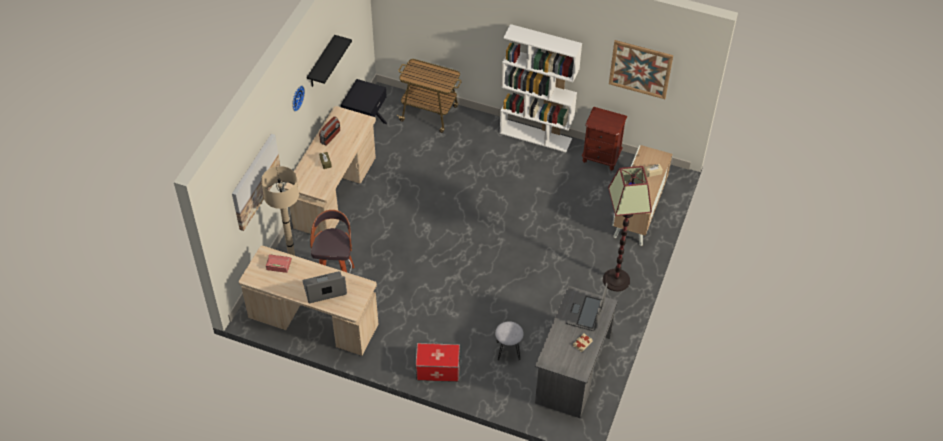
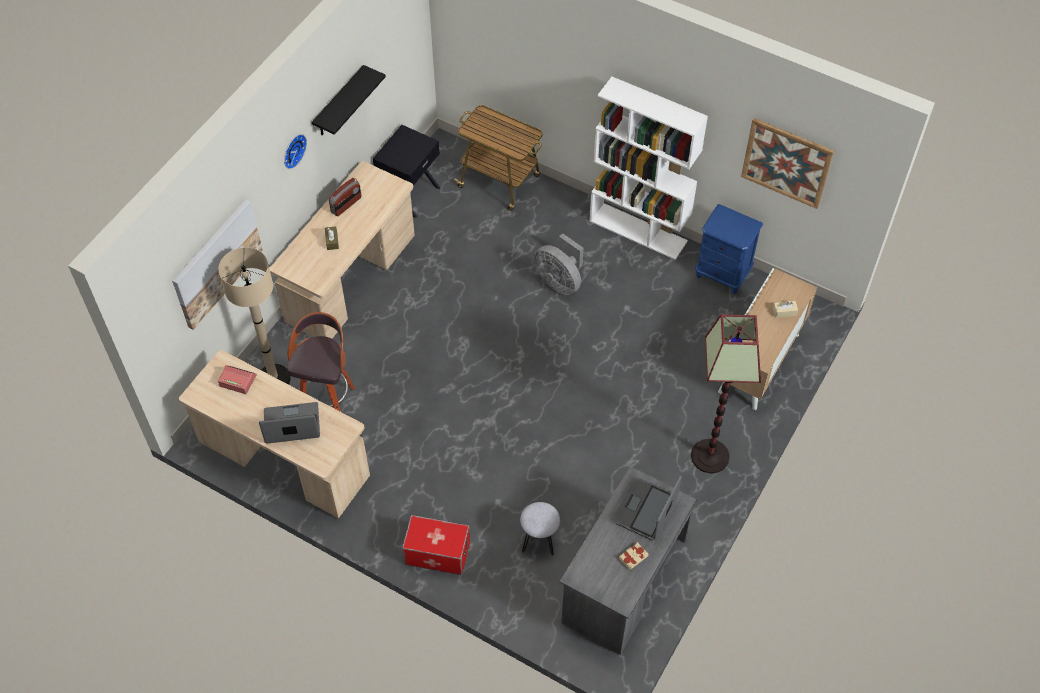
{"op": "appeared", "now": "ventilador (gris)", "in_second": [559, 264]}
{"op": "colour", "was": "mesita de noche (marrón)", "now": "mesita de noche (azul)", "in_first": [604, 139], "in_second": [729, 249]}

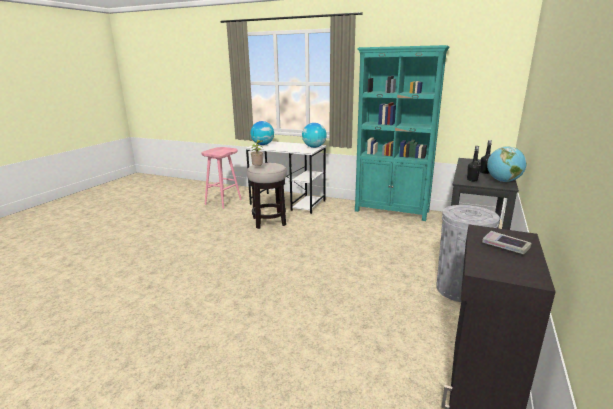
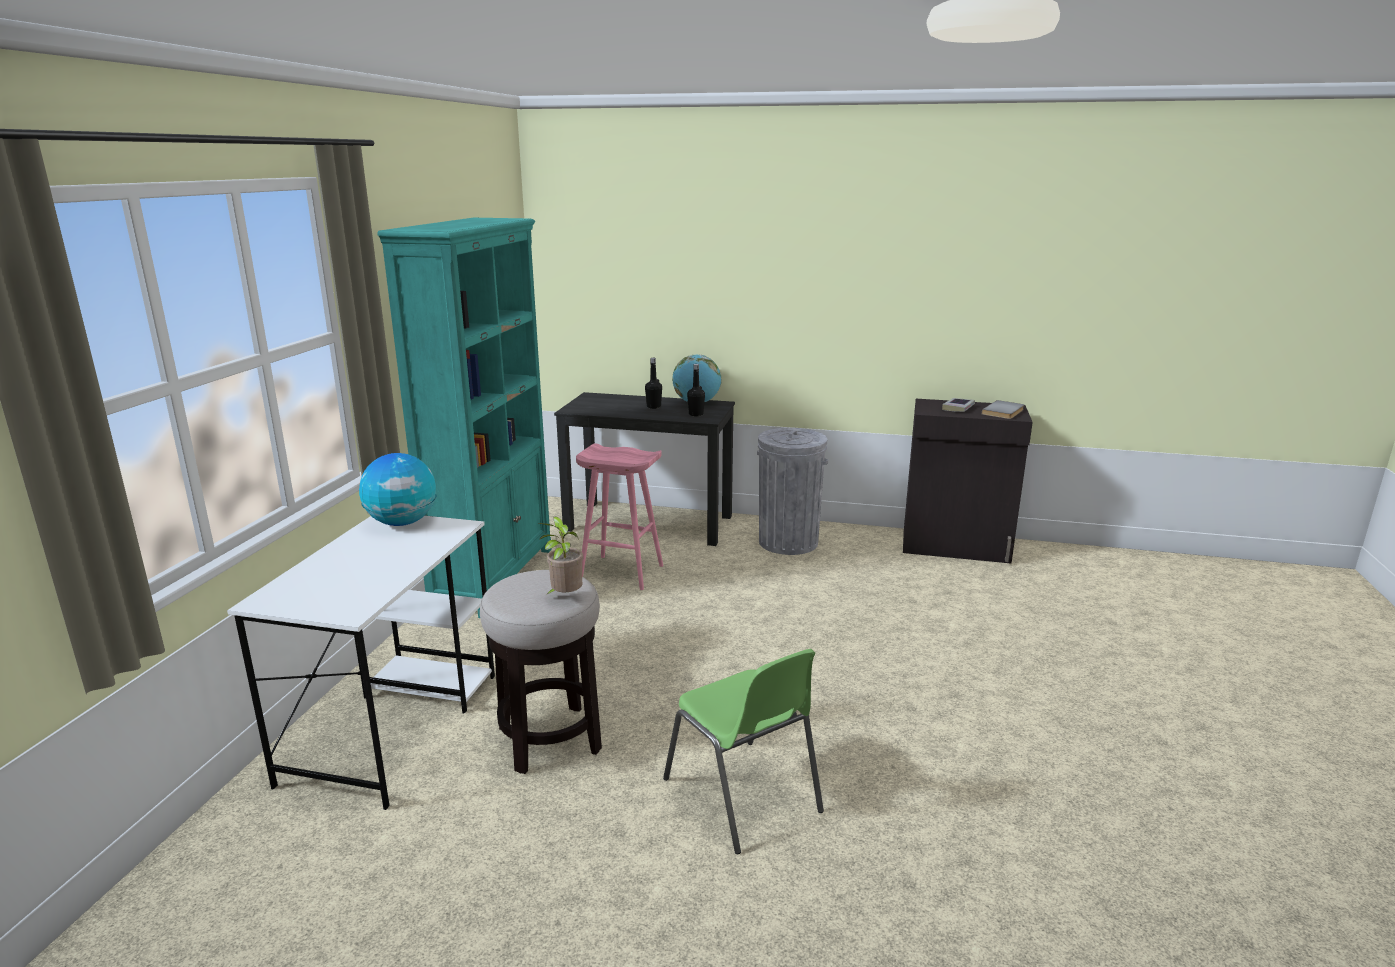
{"op": "missing", "was": "globo terráqueo", "in_first": [262, 133]}
{"op": "appeared", "now": "silla (verde)", "in_second": [743, 751]}
{"op": "appeared", "now": "libro (gris)", "in_second": [1003, 409]}
{"op": "relocated", "was": "taburete (rosa)", "in_first": [221, 178], "in_second": [619, 516]}

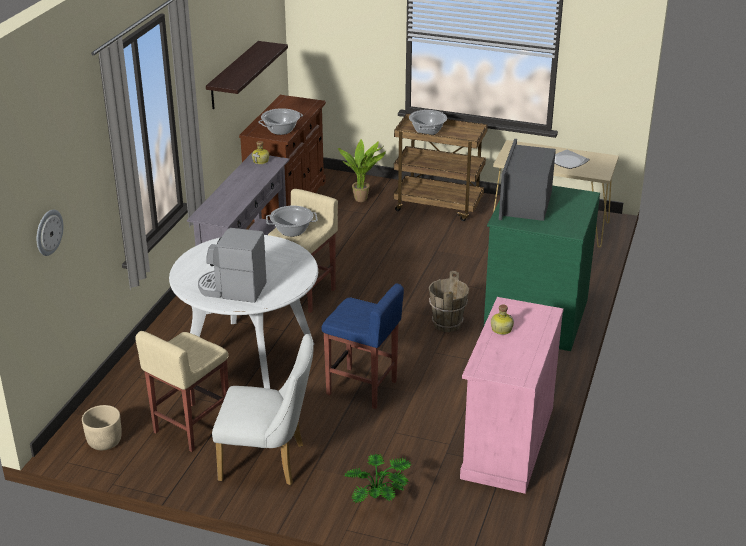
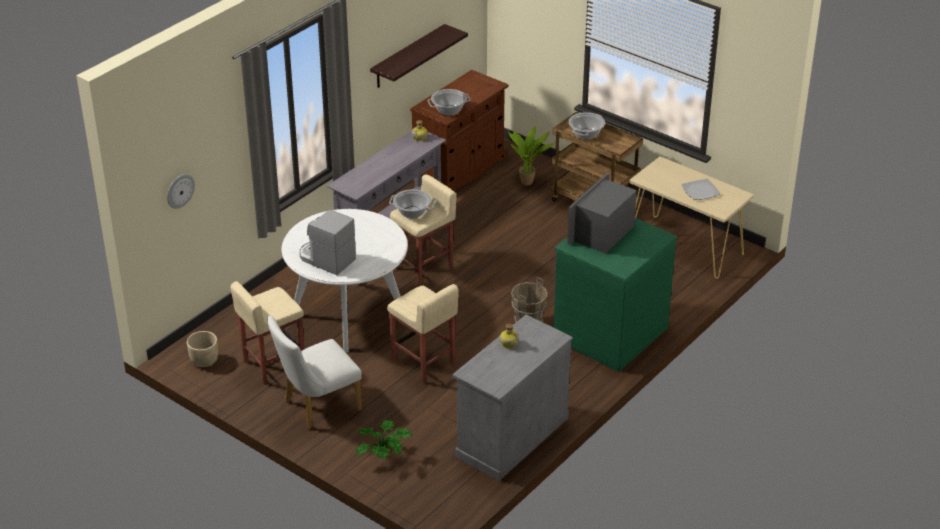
{"op": "colour", "was": "taburete (azul)", "now": "taburete (beis)", "in_first": [362, 346], "in_second": [423, 334]}
{"op": "colour", "was": "armario (rosa)", "now": "armario (gris)", "in_first": [511, 395], "in_second": [512, 397]}
{"op": "spun", "was": "silla (blanco)", "in_first": [262, 409], "in_second": [314, 372], "clockwise": 120}

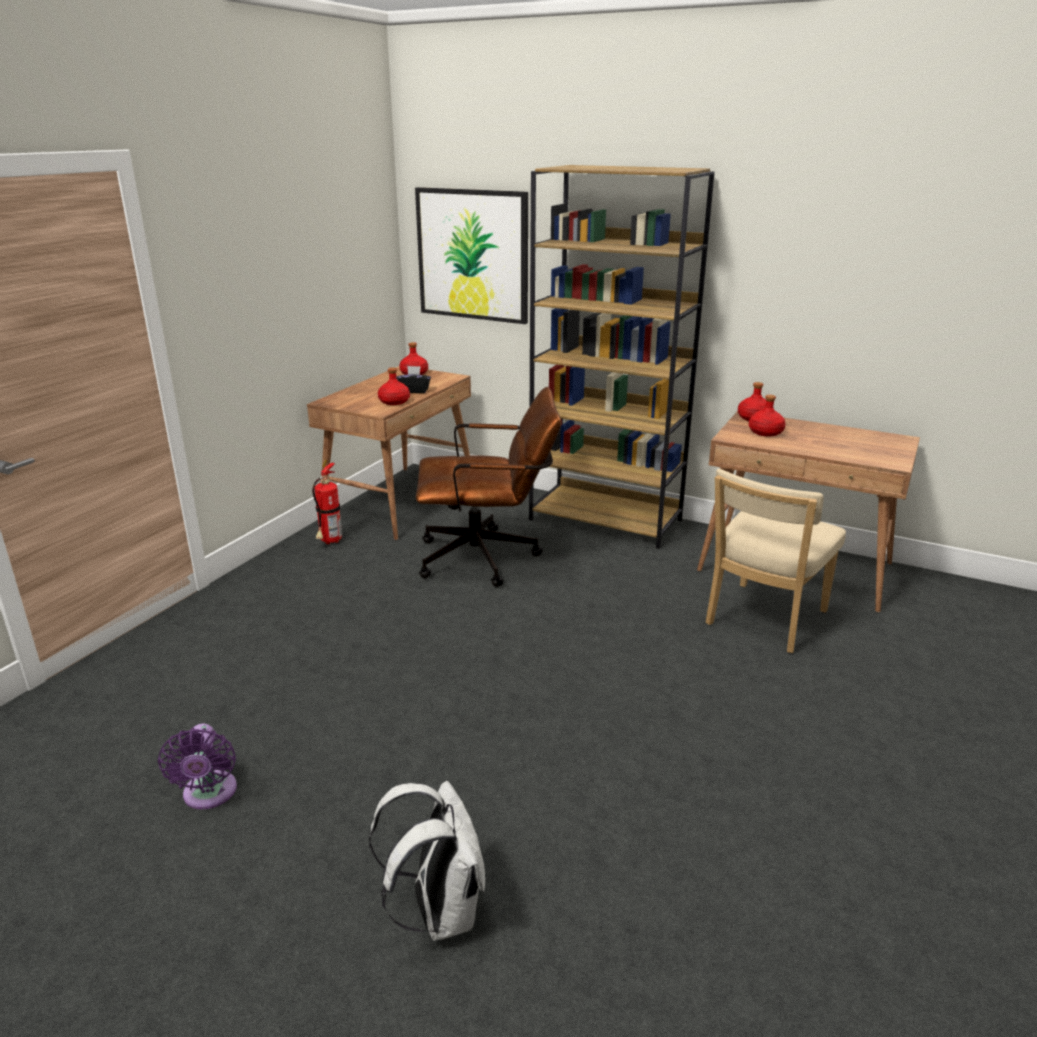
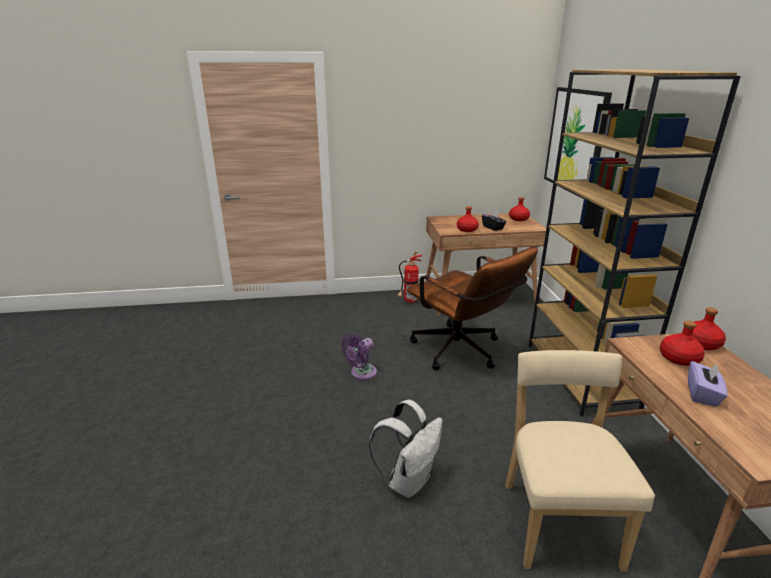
{"op": "appeared", "now": "caja de pañuelos (morado)", "in_second": [708, 384]}
{"op": "relocated", "was": "ventilador (morado)", "in_first": [197, 767], "in_second": [359, 357]}
{"op": "relocated", "was": "mochila (blanco)", "in_first": [427, 861], "in_second": [406, 449]}
{"op": "spun", "was": "silla (beis)", "in_first": [776, 561], "in_second": [580, 460], "clockwise": 90}

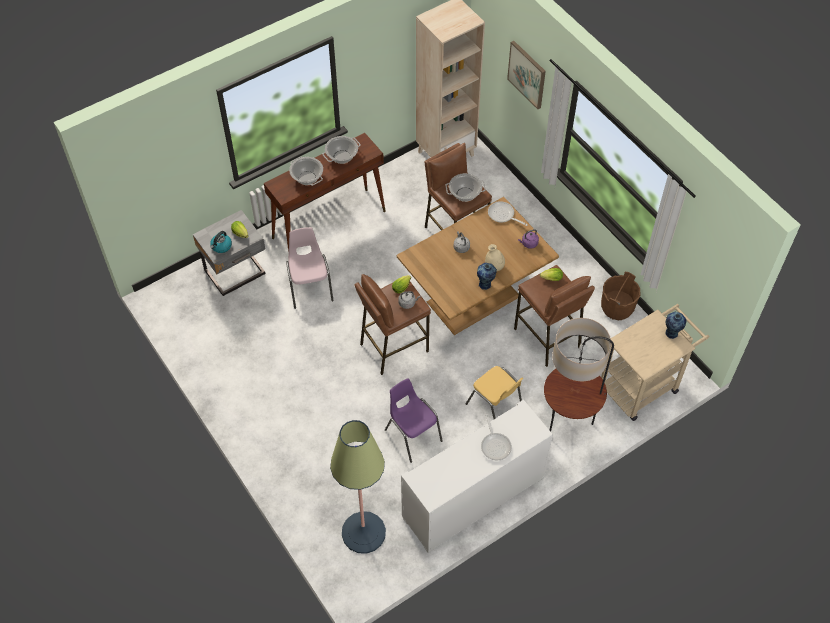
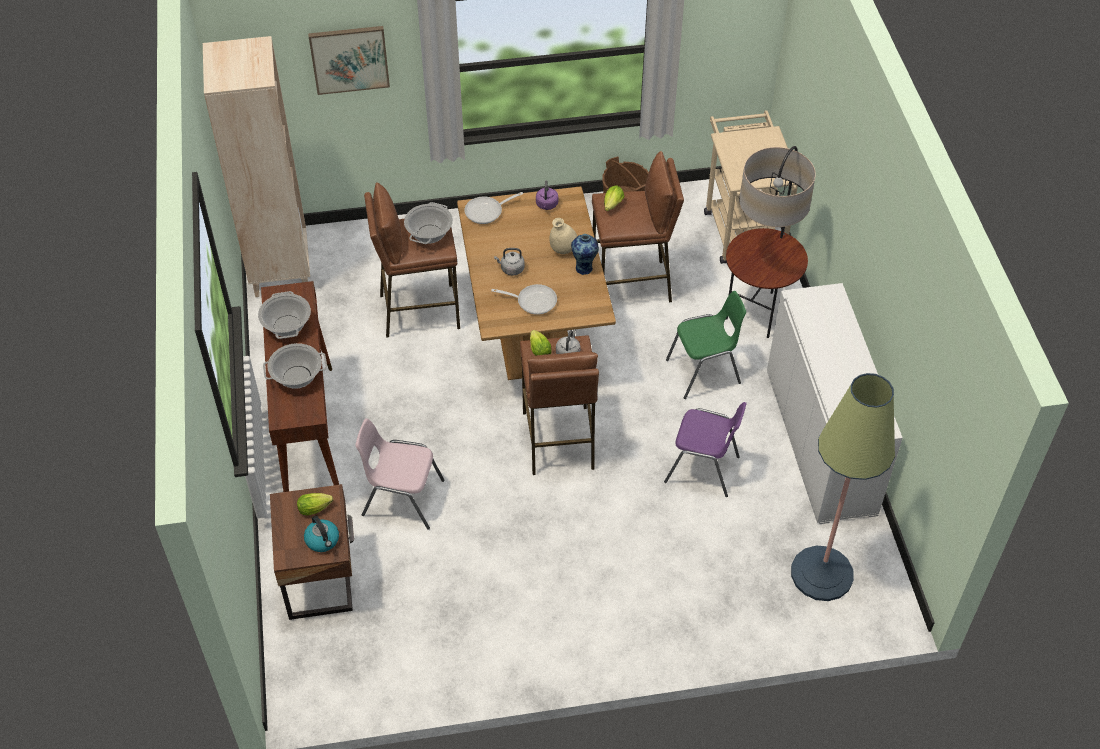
{"op": "missing", "was": "florero", "in_first": [676, 325]}
{"op": "relocated", "was": "sartén", "in_first": [496, 437], "in_second": [524, 299]}
{"op": "colour", "was": "mesita de noche (gris)", "now": "mesita de noche (marrón)", "in_first": [229, 253], "in_second": [312, 552]}
{"op": "colour", "was": "silla (amarillo)", "now": "silla (verde)", "in_first": [494, 392], "in_second": [706, 345]}
{"op": "spun", "was": "silla (morado)", "in_first": [414, 420], "in_second": [705, 449], "clockwise": -150}

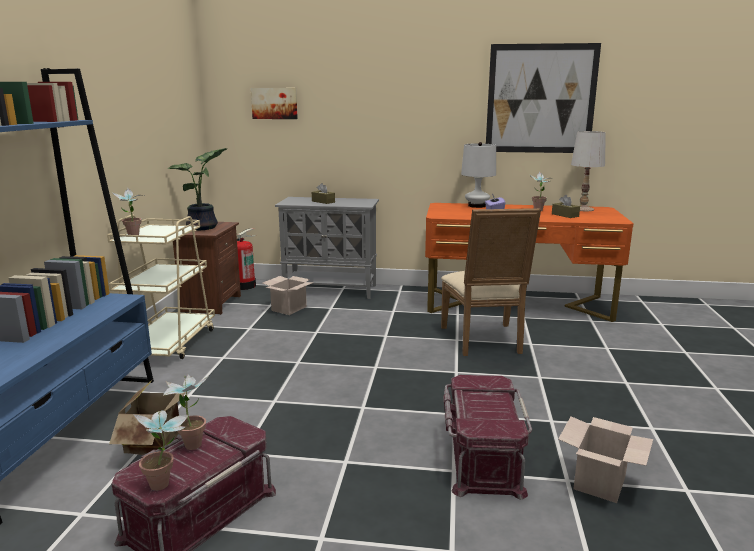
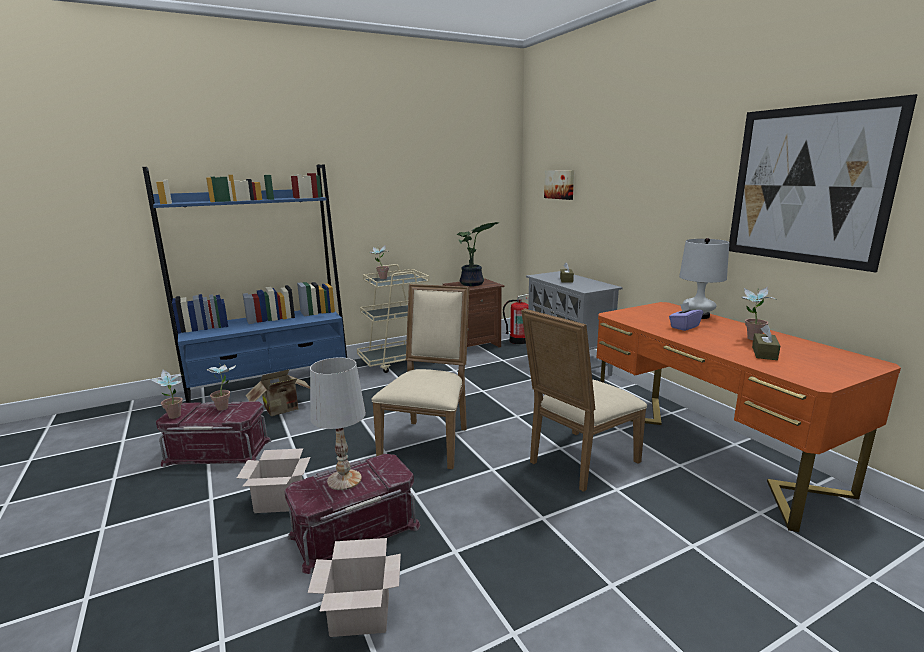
{"op": "appeared", "now": "silla (beis)", "in_second": [420, 376]}
{"op": "relocated", "was": "caja de cartón", "in_first": [288, 295], "in_second": [274, 480]}
{"op": "relocated", "was": "lámpara de mesa (blanco)", "in_first": [588, 171], "in_second": [338, 424]}

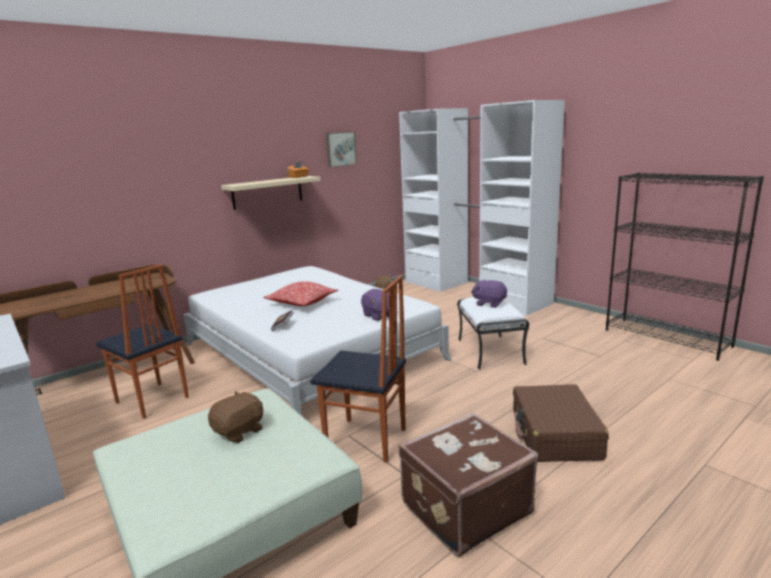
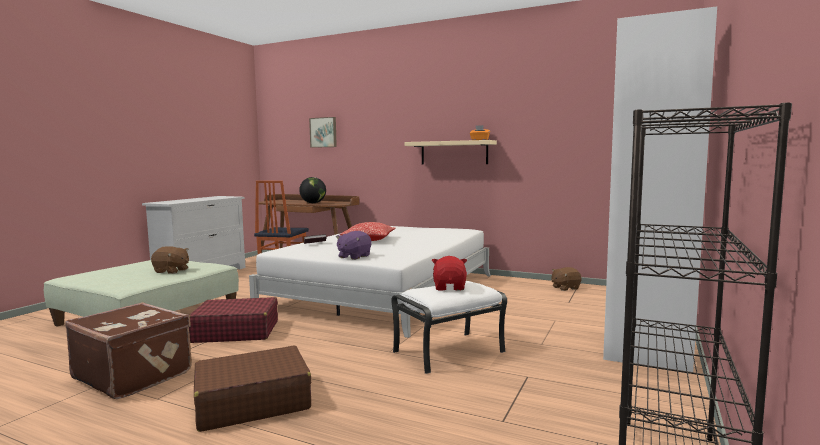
{"op": "appeared", "now": "globo terráqueo", "in_second": [312, 190]}
{"op": "relocated", "was": "cuadro", "in_first": [341, 149], "in_second": [323, 132]}
{"op": "exchanged", "was": "silla", "now": "maleta (rojo)", "in_first": [358, 369], "in_second": [233, 320]}
{"op": "colour", "was": "peluche (morado)", "now": "peluche (rojo)", "in_first": [489, 294], "in_second": [449, 273]}

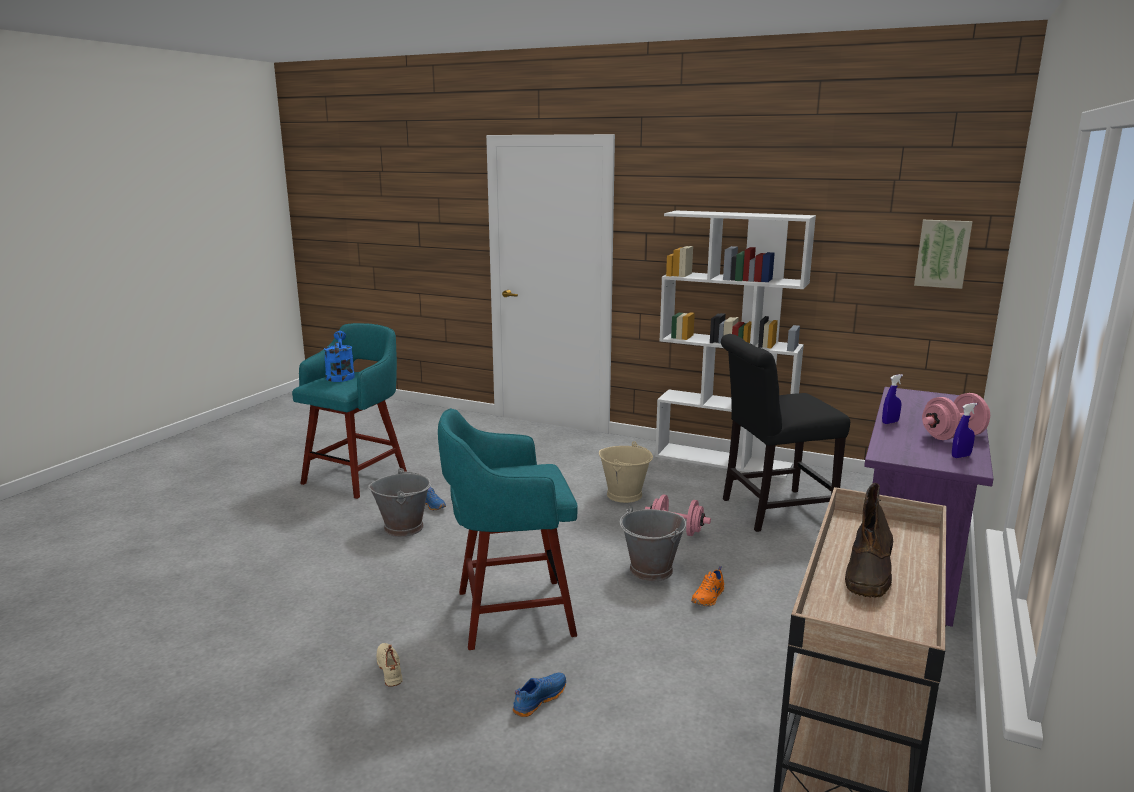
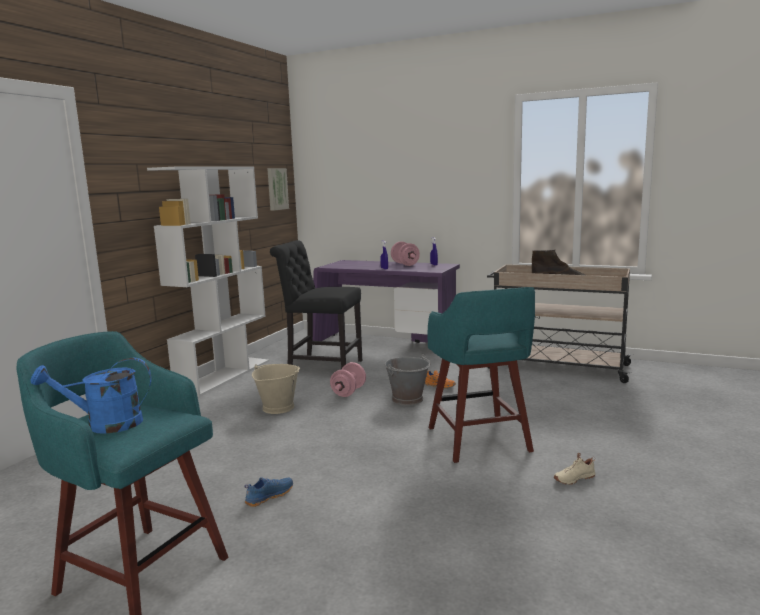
{"op": "missing", "was": "cubo (gris)", "in_first": [399, 502]}
{"op": "missing", "was": "zapato (azul)", "in_first": [539, 695]}
{"op": "spun", "was": "silla (negro)", "in_first": [785, 433], "in_second": [316, 305], "clockwise": 120}

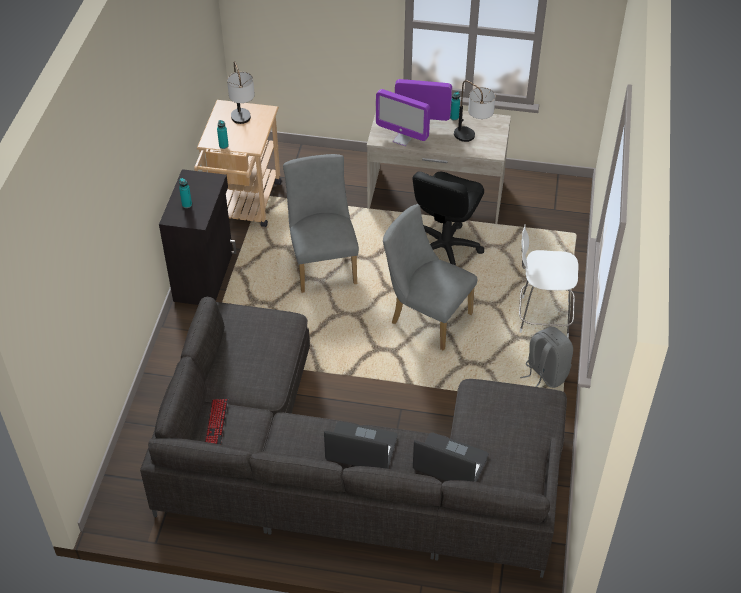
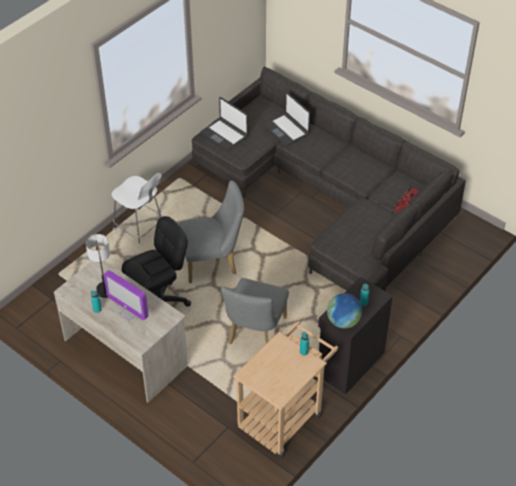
{"op": "missing", "was": "lámpara de mesa", "in_first": [241, 92]}
{"op": "missing", "was": "monitor", "in_first": [403, 117]}
{"op": "missing", "was": "mochila (gris)", "in_first": [546, 357]}
{"op": "appeared", "now": "globo terráqueo", "in_second": [344, 310]}
{"op": "relocated", "was": "portátil", "in_first": [361, 445], "in_second": [224, 124]}
{"op": "spun", "was": "silla (gris)", "in_first": [430, 277], "in_second": [211, 231], "clockwise": -75}

